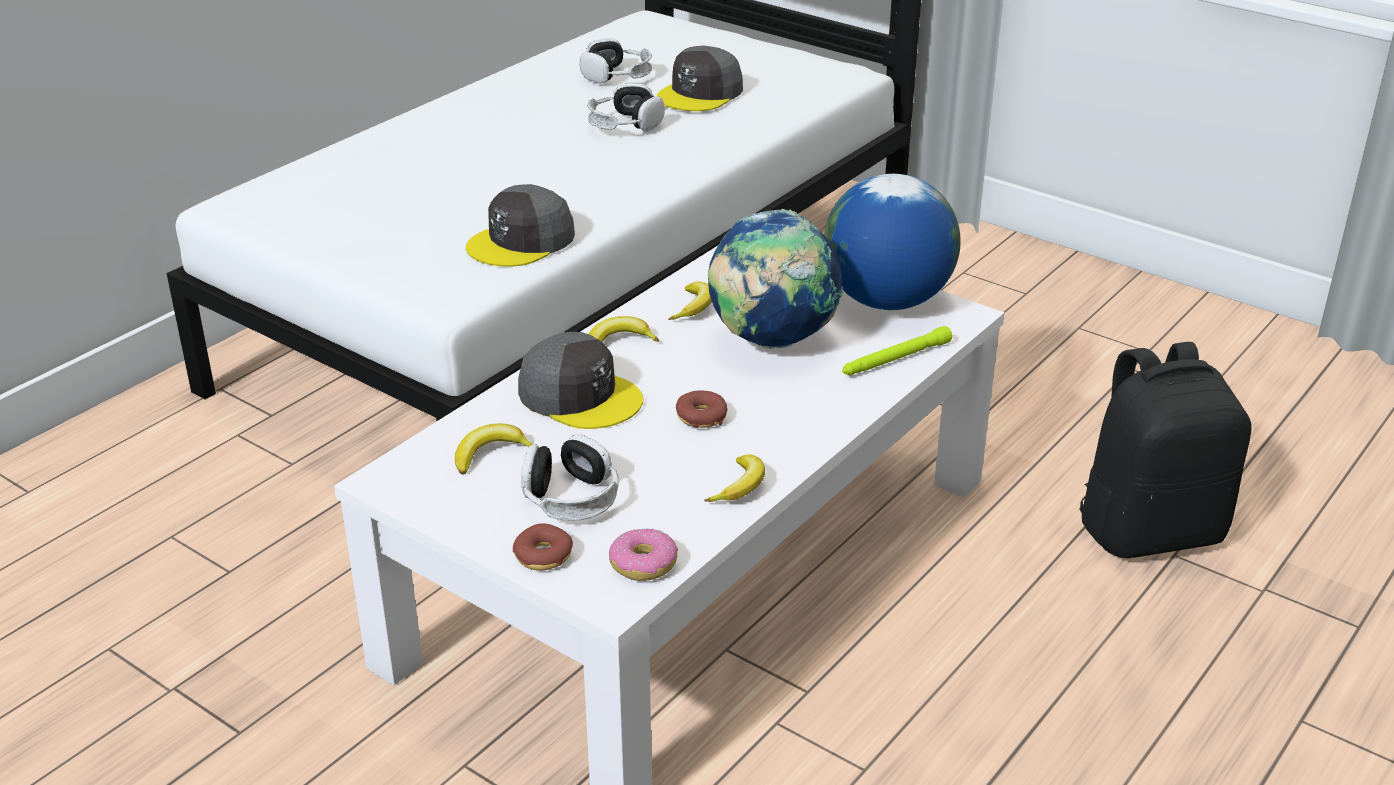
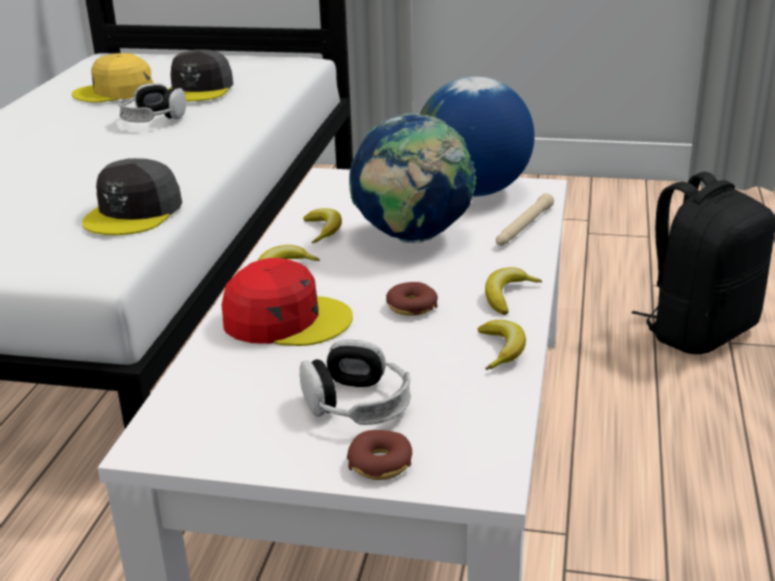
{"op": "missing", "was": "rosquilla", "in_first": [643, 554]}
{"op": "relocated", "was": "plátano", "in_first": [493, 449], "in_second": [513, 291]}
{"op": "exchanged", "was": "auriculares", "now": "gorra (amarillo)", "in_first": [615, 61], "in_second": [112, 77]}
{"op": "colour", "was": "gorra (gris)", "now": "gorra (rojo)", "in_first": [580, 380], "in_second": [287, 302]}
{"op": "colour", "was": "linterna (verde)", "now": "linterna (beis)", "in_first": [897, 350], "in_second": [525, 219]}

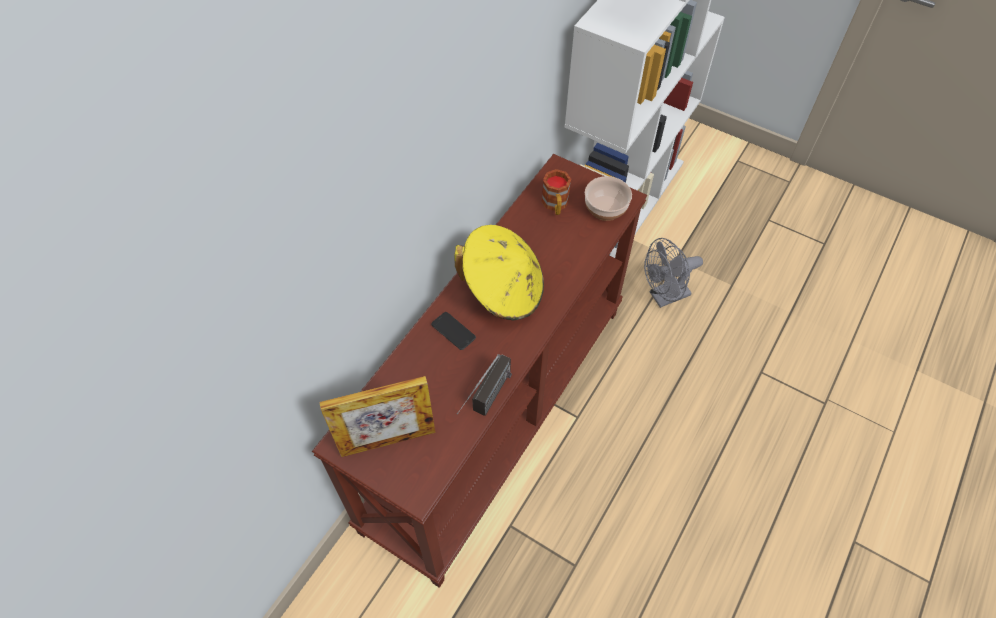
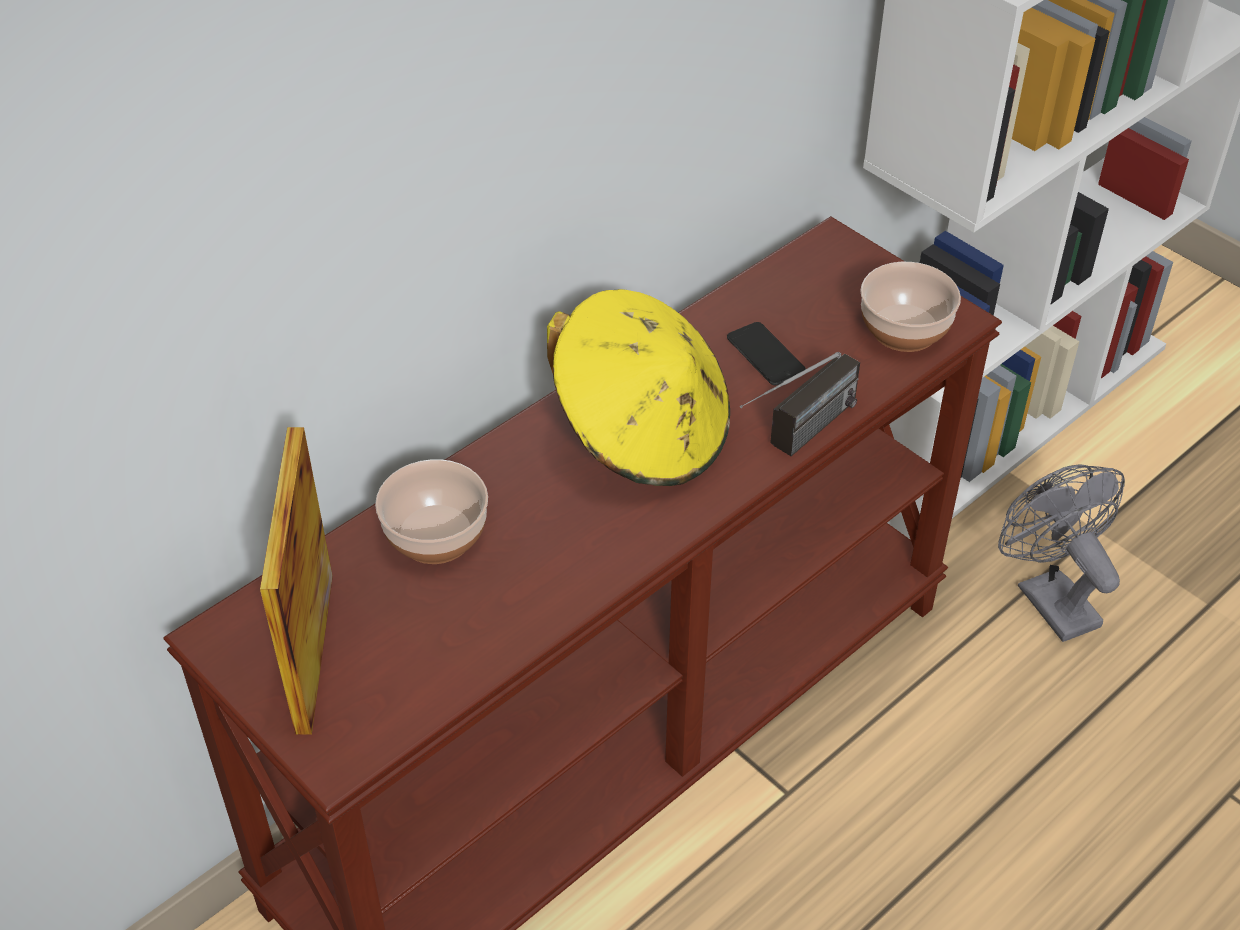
{"op": "missing", "was": "taza grande", "in_first": [556, 192]}
{"op": "appeared", "now": "cuenco", "in_second": [431, 511]}
{"op": "relocated", "was": "móvil", "in_first": [453, 331], "in_second": [766, 353]}
{"op": "relocated", "was": "radio", "in_first": [484, 385], "in_second": [800, 404]}
{"op": "spun", "was": "portarretratos", "in_first": [378, 416], "in_second": [296, 581], "clockwise": 90}
{"op": "spun", "was": "ventilador (gris)", "in_first": [673, 273], "in_second": [1061, 553], "clockwise": 75}

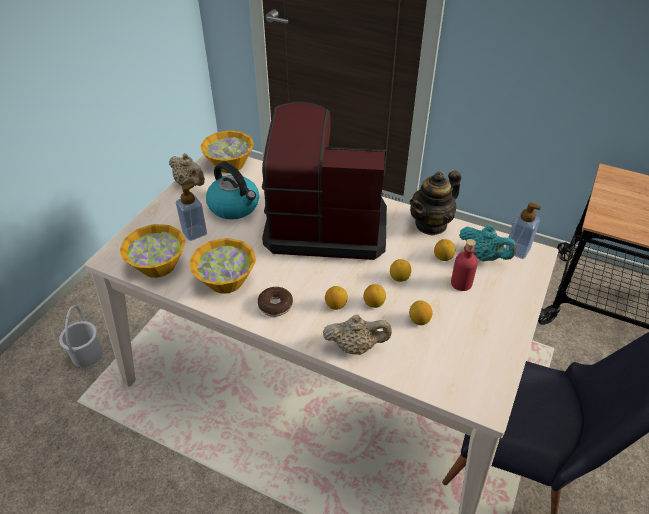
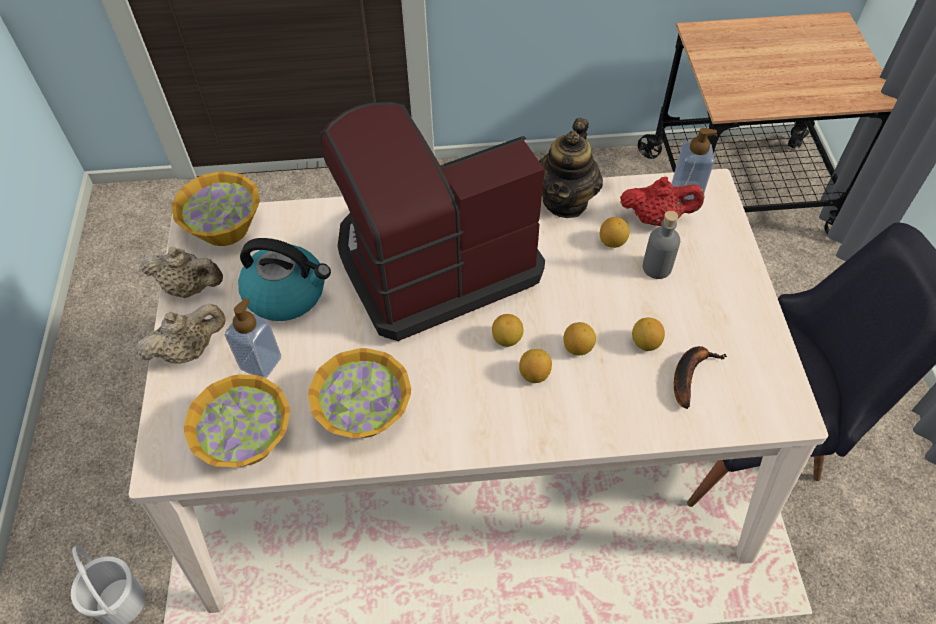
{"op": "missing", "was": "rosquilla", "in_first": [275, 302]}
{"op": "appeared", "now": "plátano", "in_second": [700, 377]}
{"op": "relocated", "was": "tetera (beis)", "in_first": [357, 335], "in_second": [180, 334]}
{"op": "relocated", "was": "limón", "in_first": [401, 270], "in_second": [507, 330]}
{"op": "colour", "was": "botella (rojo)", "now": "botella (gris)", "in_first": [464, 265], "in_second": [661, 245]}
{"op": "colour", "was": "tetera (turquesa)", "now": "tetera (rojo)", "in_first": [487, 242], "in_second": [662, 201]}

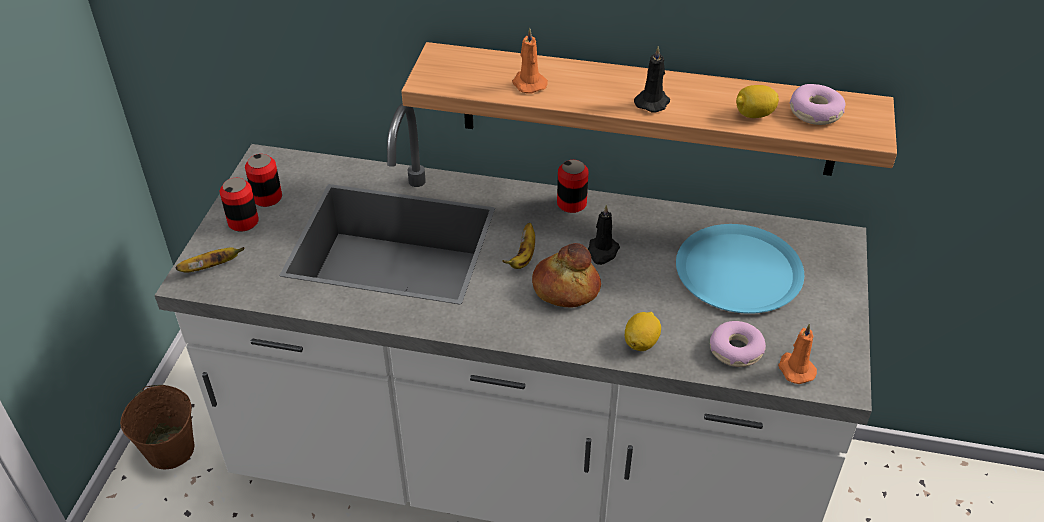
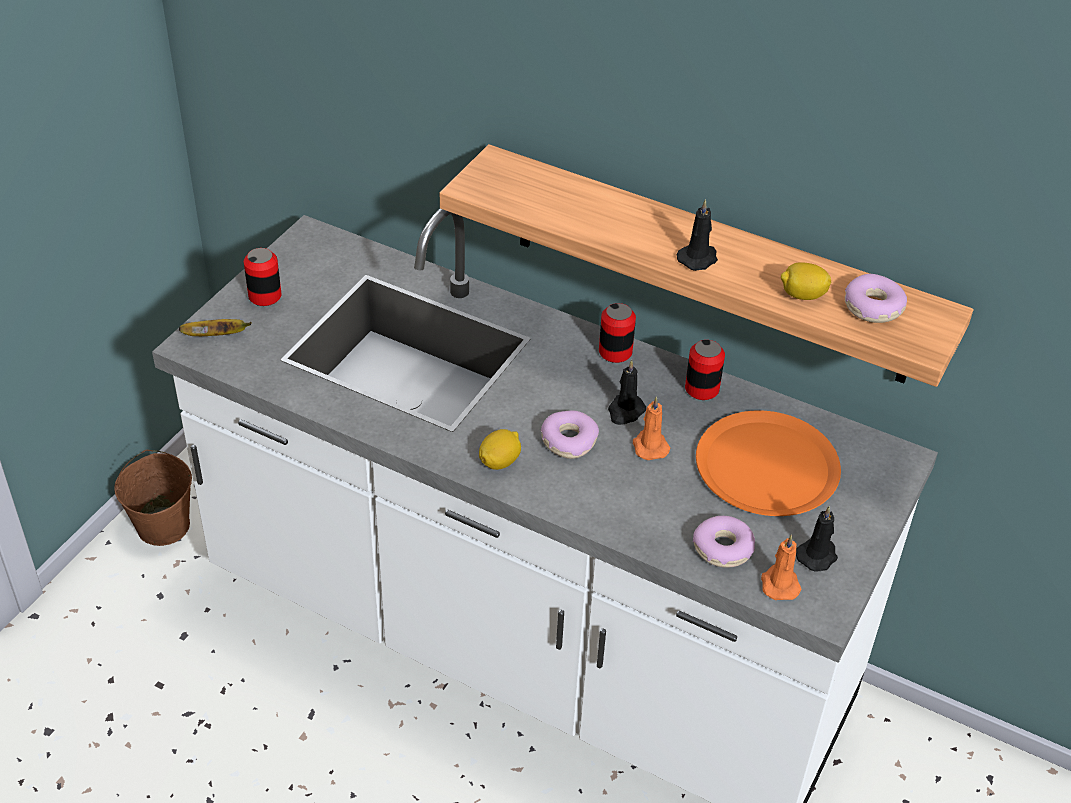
{"op": "missing", "was": "plátano", "in_first": [518, 246]}
{"op": "appeared", "now": "vela (negro)", "in_second": [817, 539]}
{"op": "relocated", "was": "lata", "in_first": [263, 180], "in_second": [705, 370]}
{"op": "relocated", "was": "vela (naranja)", "in_first": [530, 61], "in_second": [651, 428]}
{"op": "relocated", "was": "limón", "in_first": [643, 331], "in_second": [500, 449]}
{"op": "exchanged", "was": "pan", "now": "rosquilla", "in_first": [566, 275], "in_second": [570, 435]}
{"op": "colour", "was": "plato (azul)", "now": "plato (naranja)", "in_first": [740, 269], "in_second": [768, 463]}

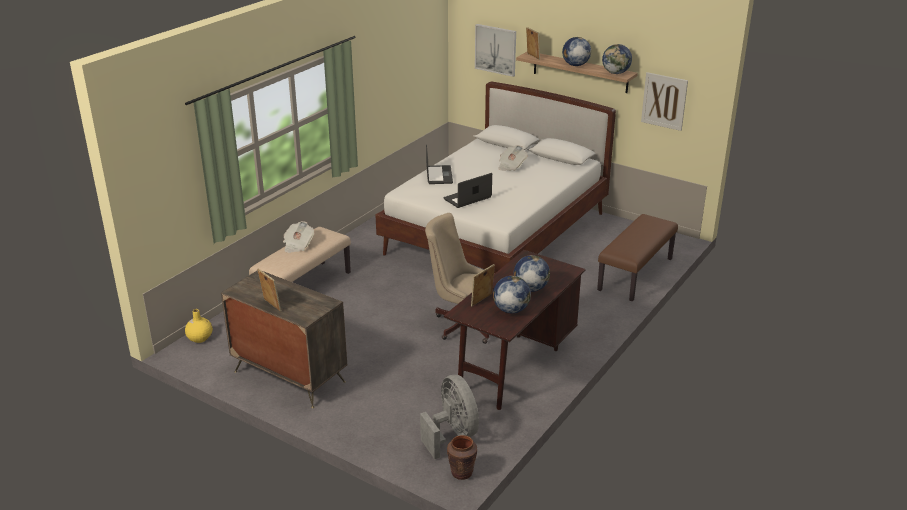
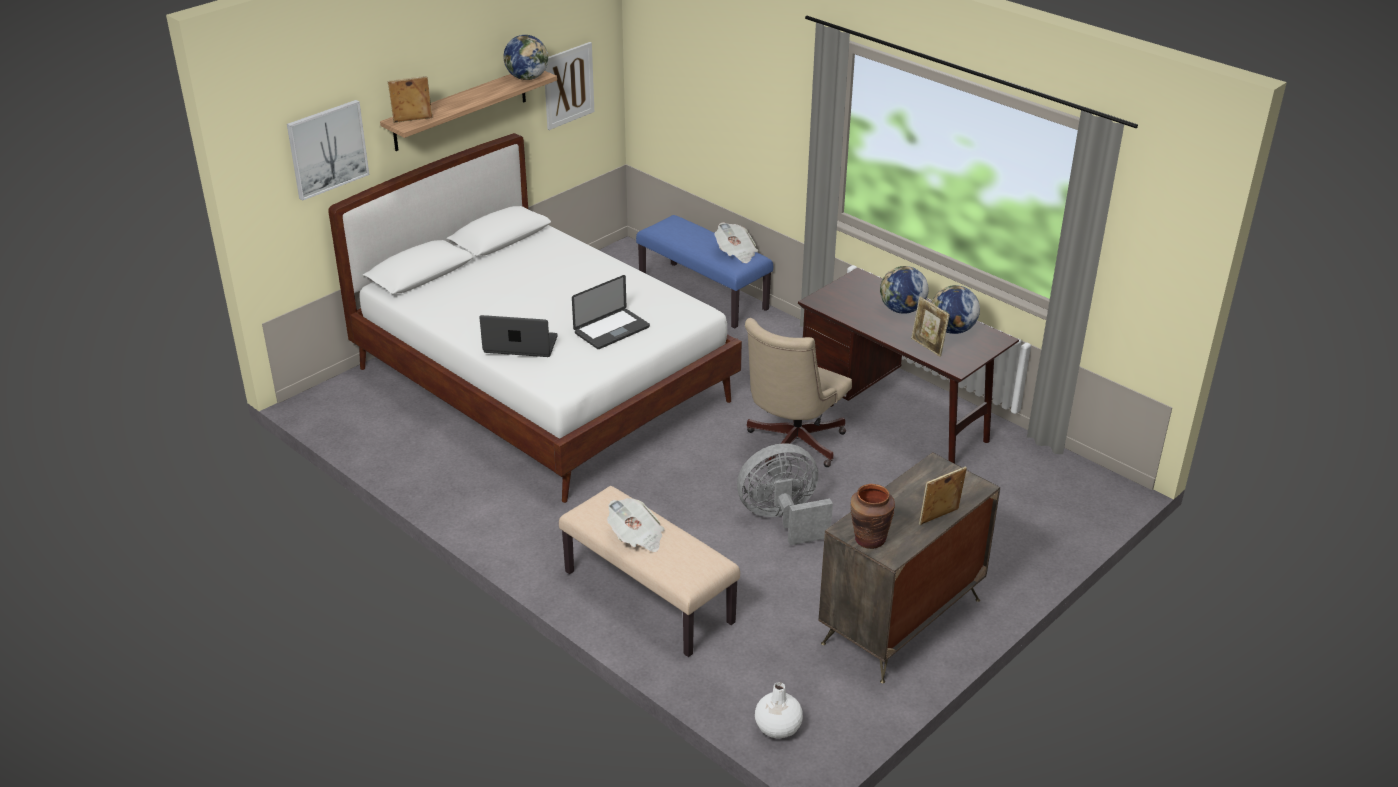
{"op": "missing", "was": "globo terráqueo", "in_first": [576, 51]}
{"op": "relocated", "was": "ventilador (gris)", "in_first": [449, 417], "in_second": [785, 494]}
{"op": "relocated", "was": "florero (marrón)", "in_first": [462, 457], "in_second": [872, 516]}
{"op": "relocated", "was": "periódico", "in_first": [512, 158], "in_second": [736, 242]}
{"op": "colour", "was": "florero (amarillo)", "now": "florero (blanco)", "in_first": [199, 326], "in_second": [779, 710]}
{"op": "colour", "was": "banco (marrón)", "now": "banco (azul)", "in_first": [637, 258], "in_second": [704, 271]}
{"op": "spun", "was": "portátil", "in_first": [468, 190], "in_second": [611, 312], "clockwise": -105}

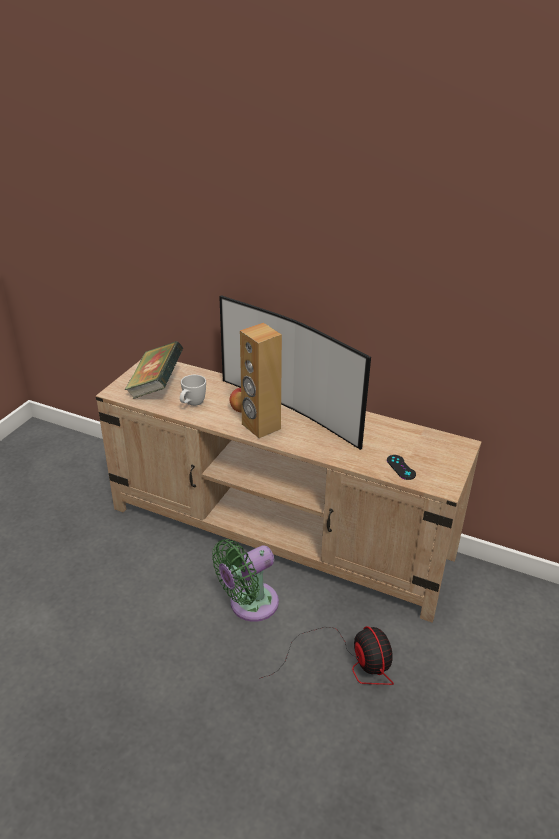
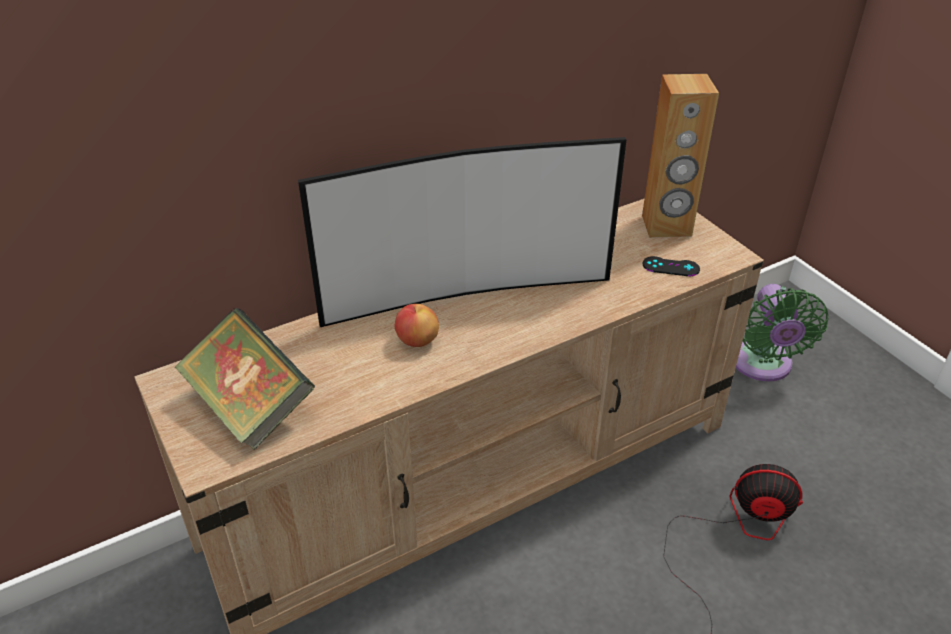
{"op": "missing", "was": "taza grande (blanco)", "in_first": [193, 390]}
{"op": "relocated", "was": "ventilador (verde)", "in_first": [245, 580], "in_second": [782, 332]}
{"op": "relocated", "was": "altavoz (marrón)", "in_first": [261, 380], "in_second": [680, 156]}

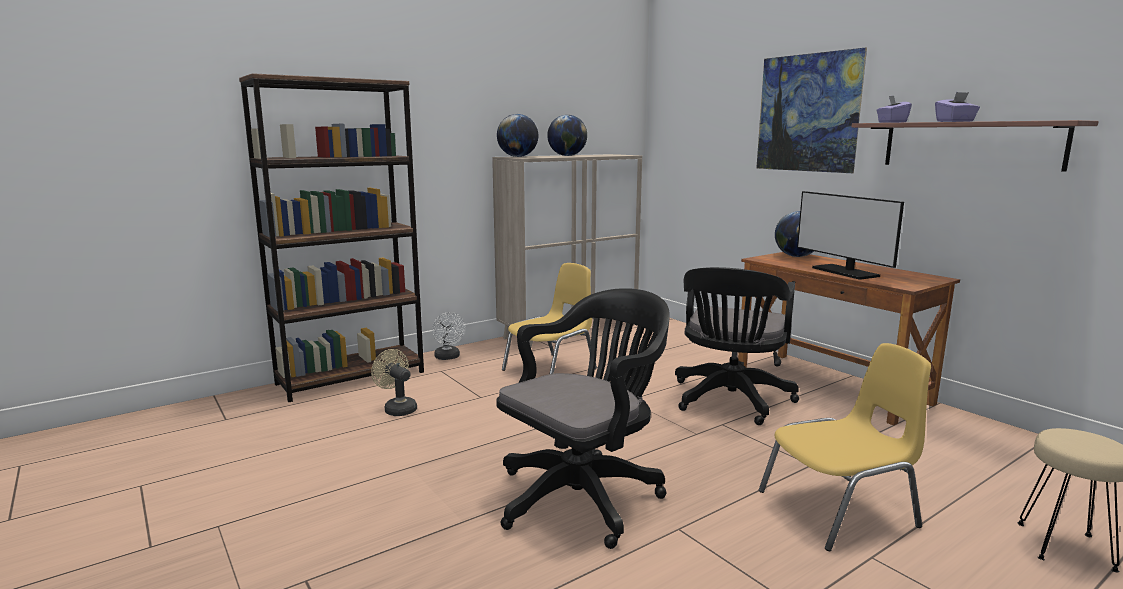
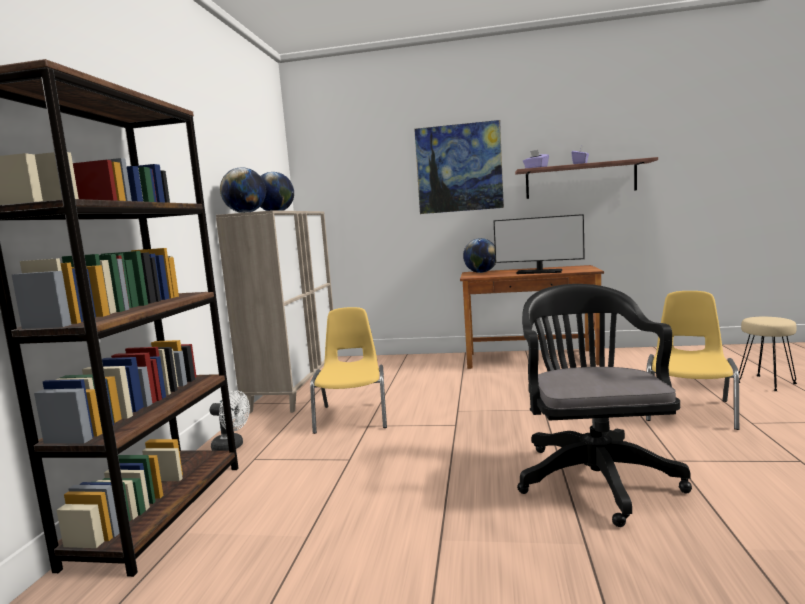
{"op": "missing", "was": "ventilador (beis)", "in_first": [394, 382]}
{"op": "missing", "was": "silla de oficina (negro)", "in_first": [737, 346]}

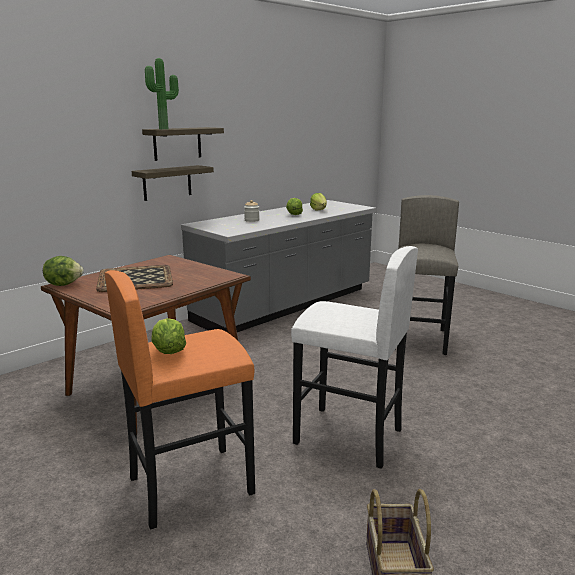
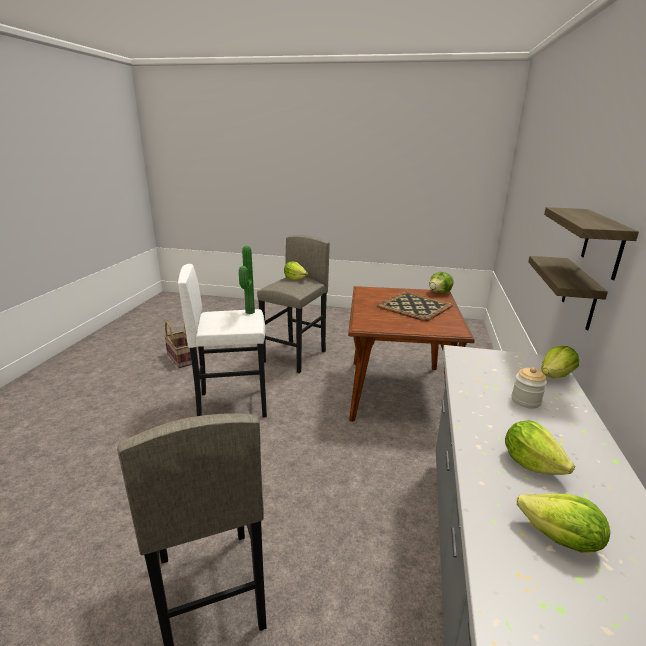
{"op": "appeared", "now": "lechuga", "in_second": [560, 362]}
{"op": "relocated", "was": "planta en maceta", "in_first": [162, 93], "in_second": [247, 280]}
{"op": "colour", "was": "taburete (naranja)", "now": "taburete (gris)", "in_first": [180, 400], "in_second": [293, 304]}

